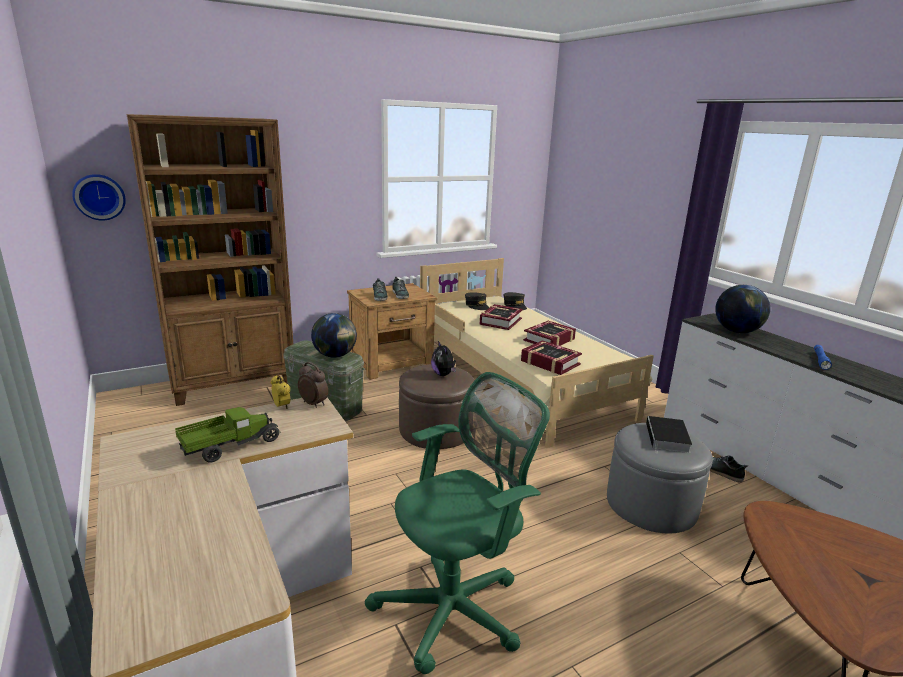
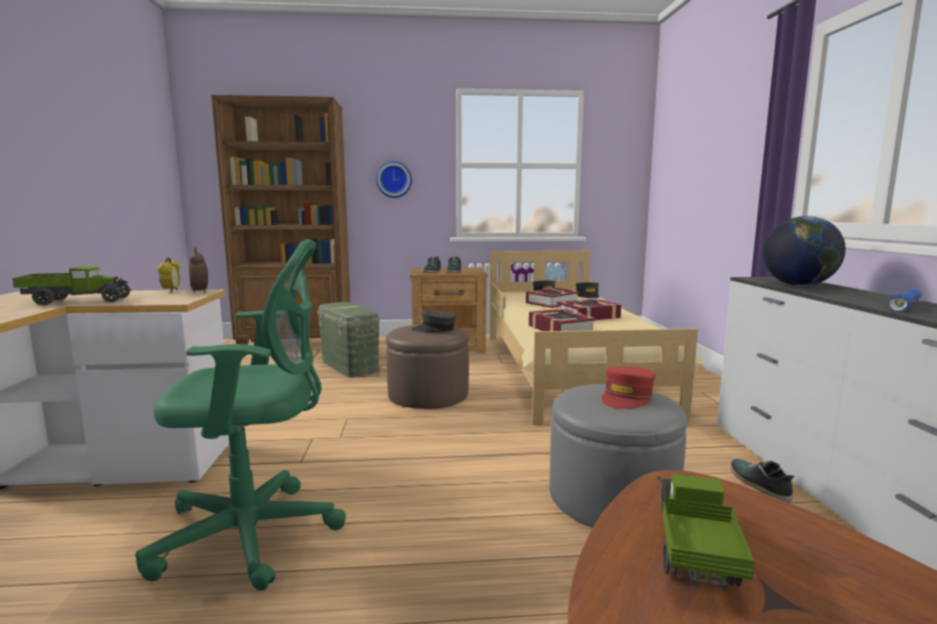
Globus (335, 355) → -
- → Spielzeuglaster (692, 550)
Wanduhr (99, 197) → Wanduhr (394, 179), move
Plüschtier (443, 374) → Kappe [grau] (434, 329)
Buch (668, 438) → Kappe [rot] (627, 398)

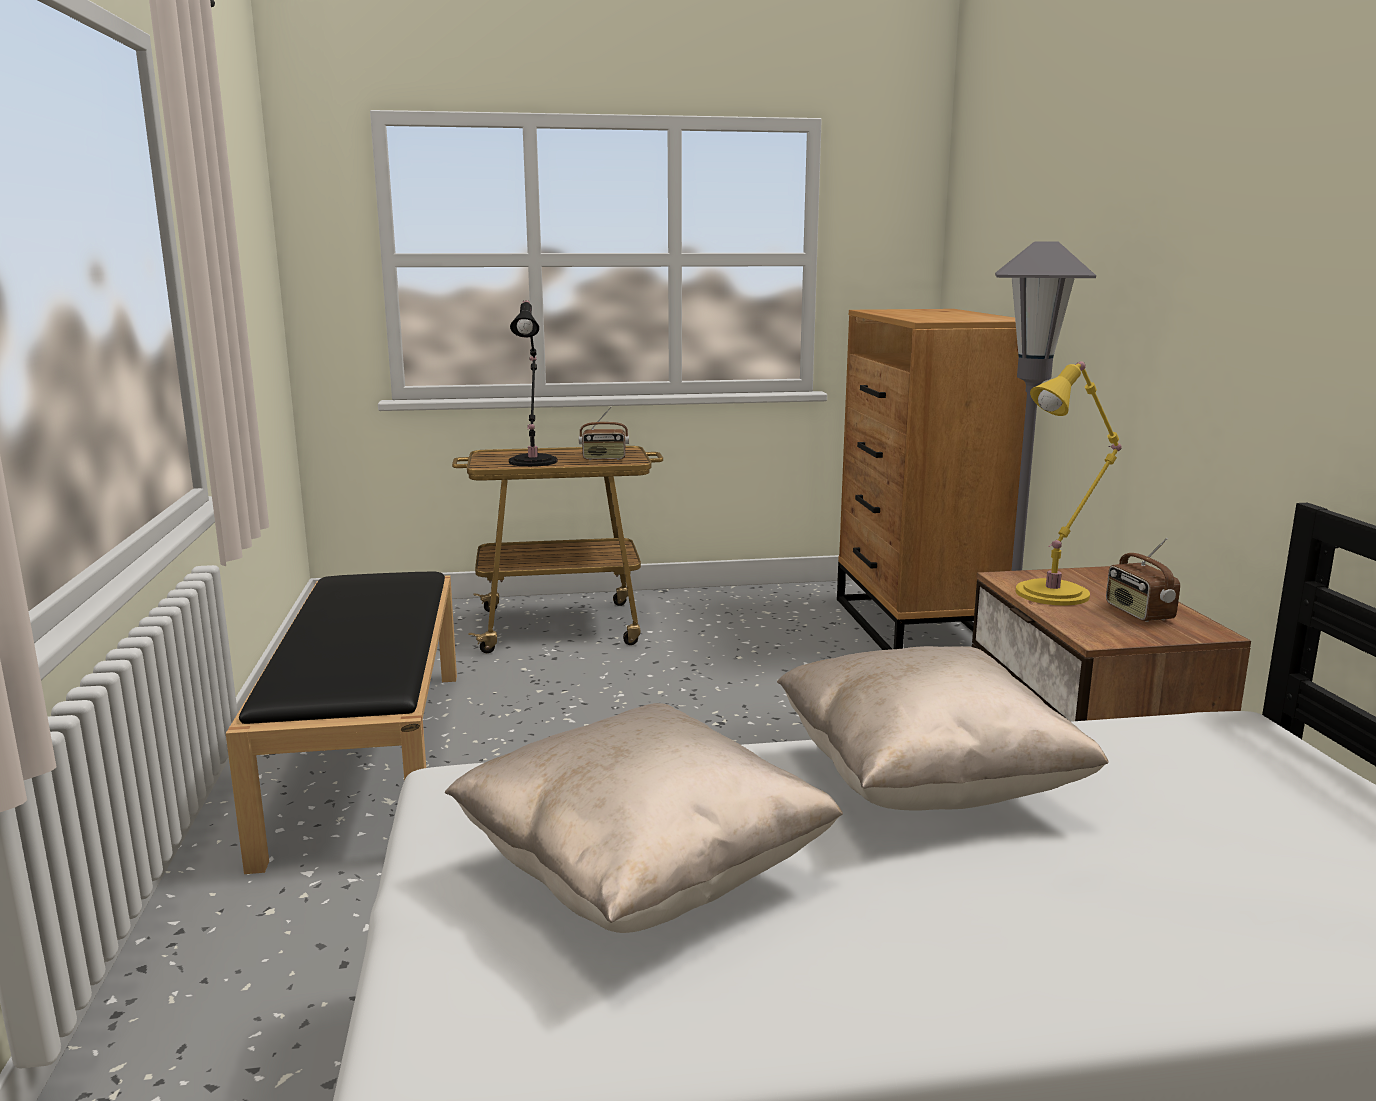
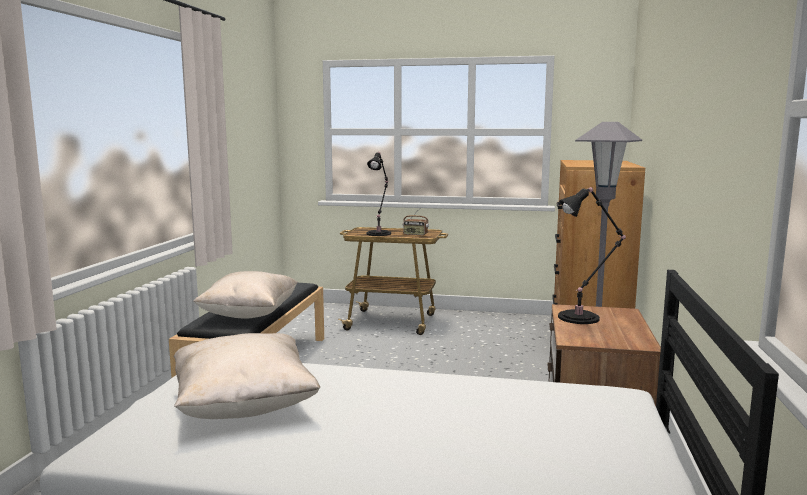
Radio (1138, 613) → -
Kissen [beige] (925, 782) → Kissen [beige] (249, 315), move
Tischlampe [gelb] (1057, 593) → Tischlampe [schwarz] (582, 317)

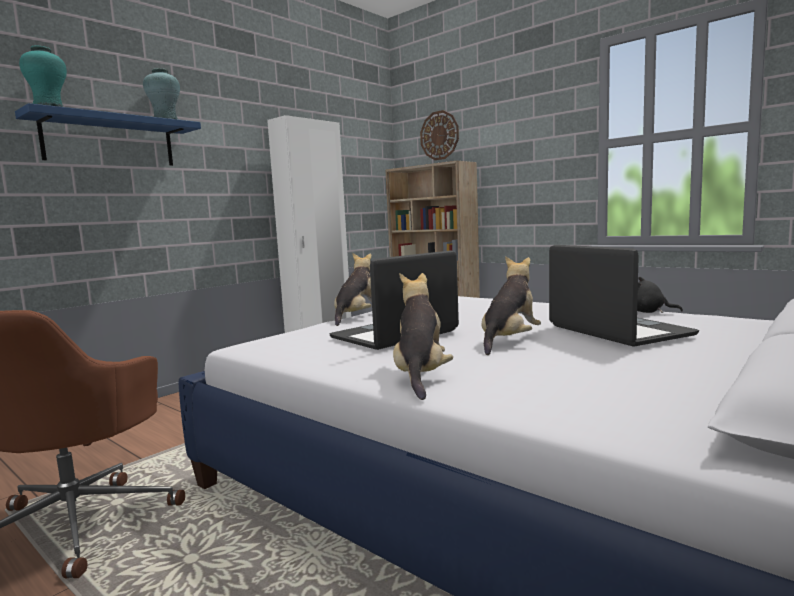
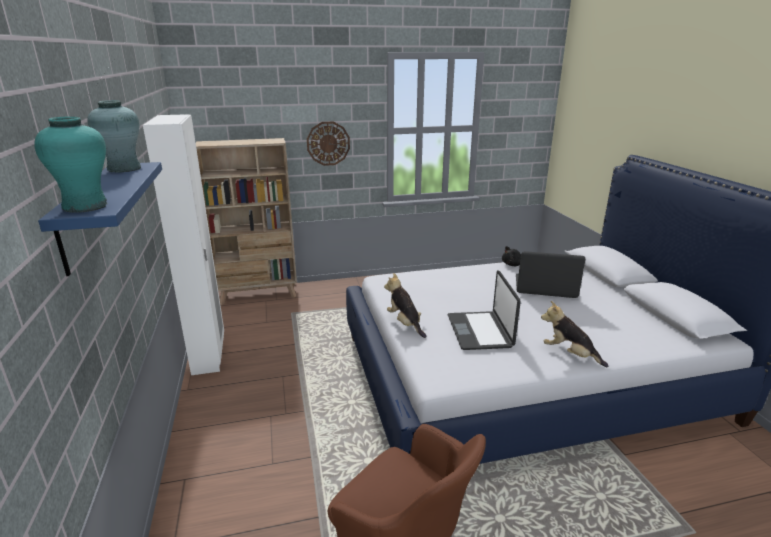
Plüschtier (509, 341) → -
Wanduhr (439, 135) → Wanduhr (328, 143), move

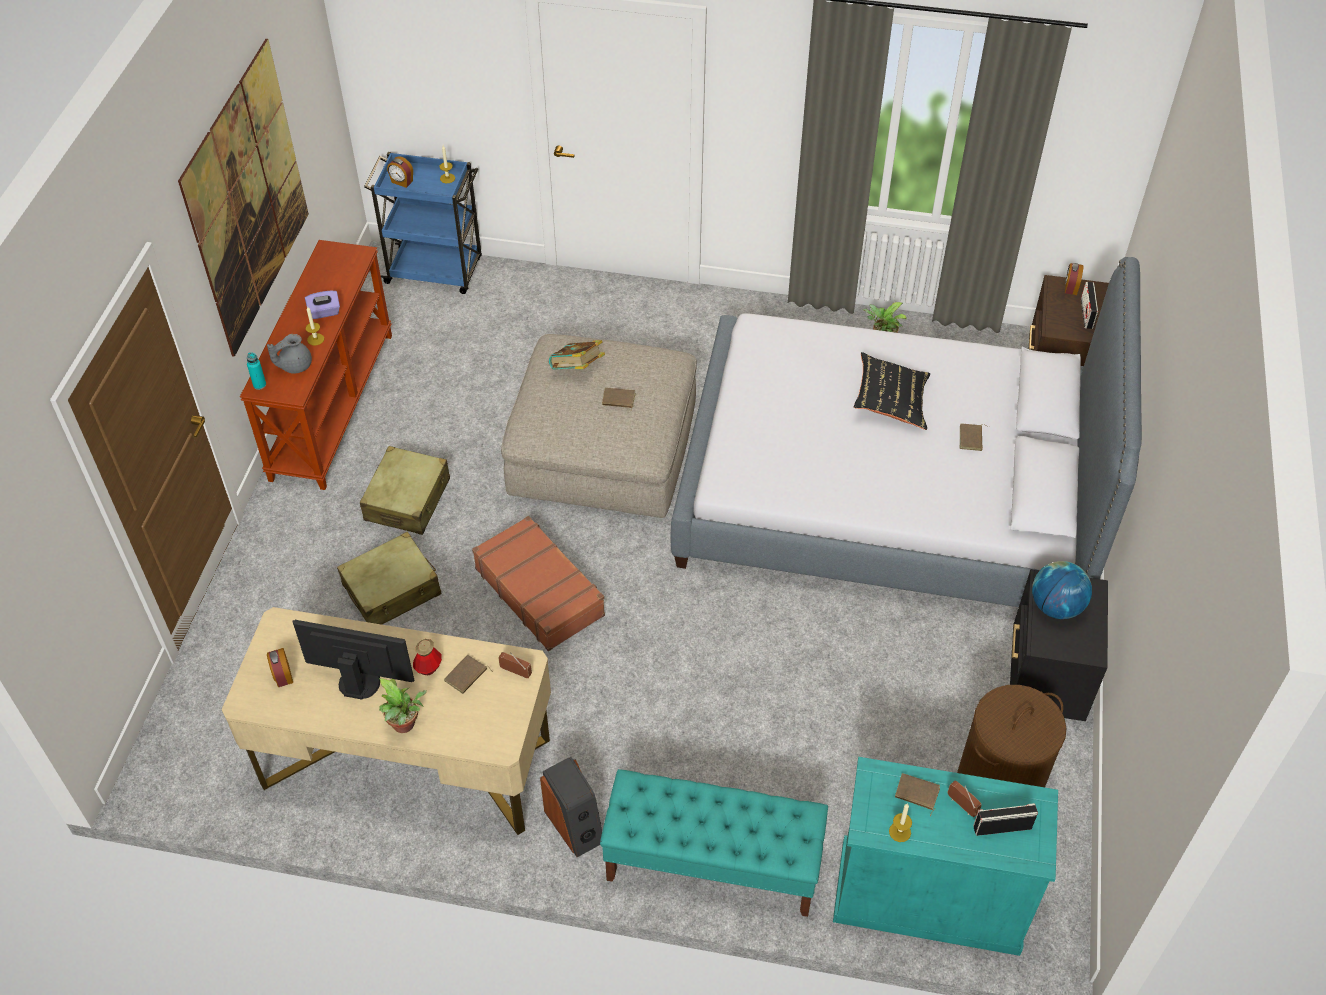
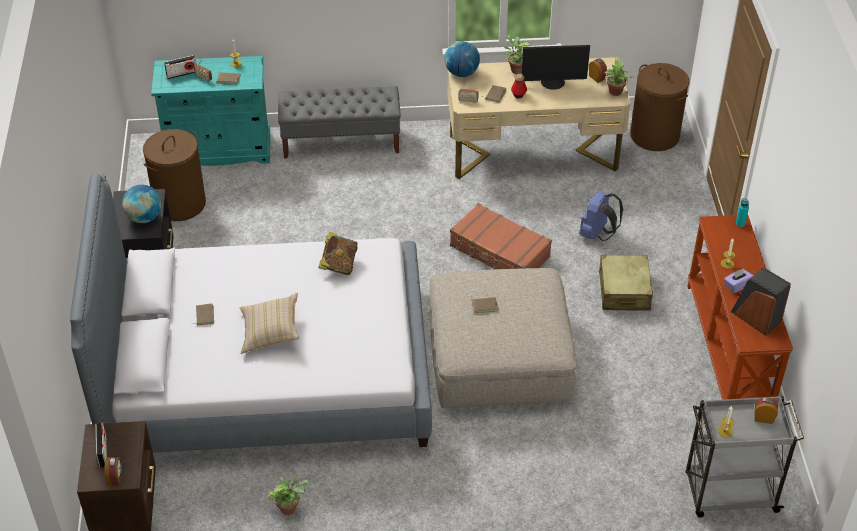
Bild (248, 199) → -
Teekanne [grau] (294, 365) → -
- → Globus (461, 73)
- → Topfpflanze (615, 93)
- → Wäschekorb [braun] (655, 136)
Lautsprecher (575, 825) → Lautsprecher (756, 317), move
Buch (577, 370) → Buch (338, 265), move
Koffer [beige] (392, 590) → Rucksack [blau] (597, 234)
Rollwagen [blau] (436, 271) → Rollwagen [grau] (729, 493)
Bank [türkis] (711, 864) → Bank [grau] (341, 141)
Kissen [schwarz] (890, 402) → Kissen [beige] (270, 331)

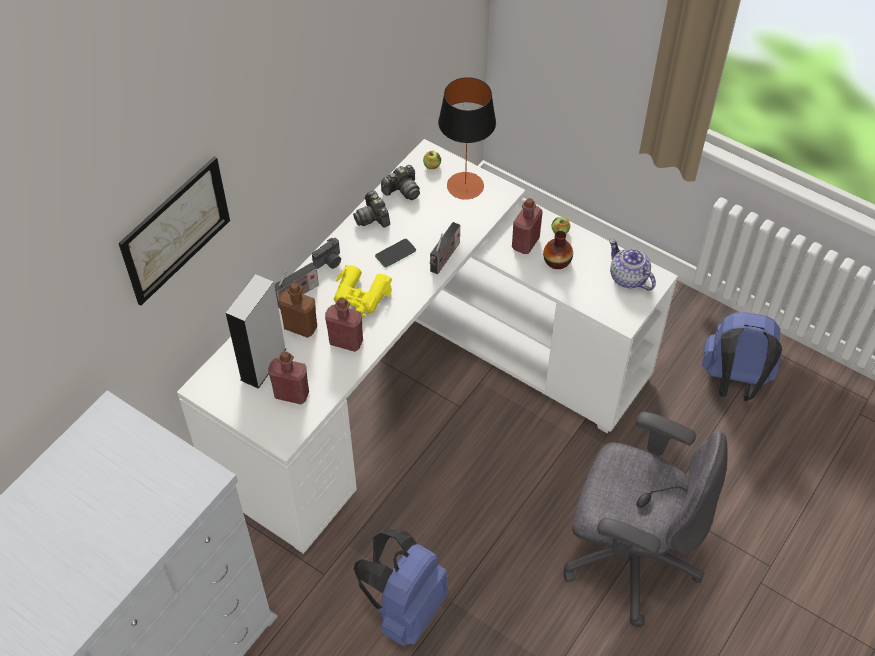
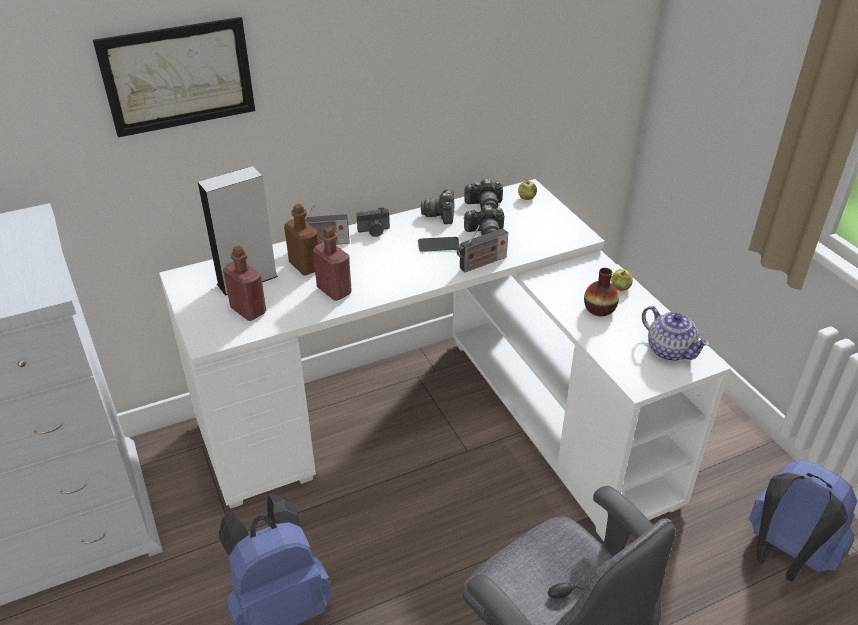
Fernglas [gelb] (360, 298) → -
Tischlampe (465, 185) → -
Flasche [rot] (525, 243) → -
- → Kamera (485, 233)
Teekanne (628, 278) → Teekanne (669, 350), 150 degrees clockwise

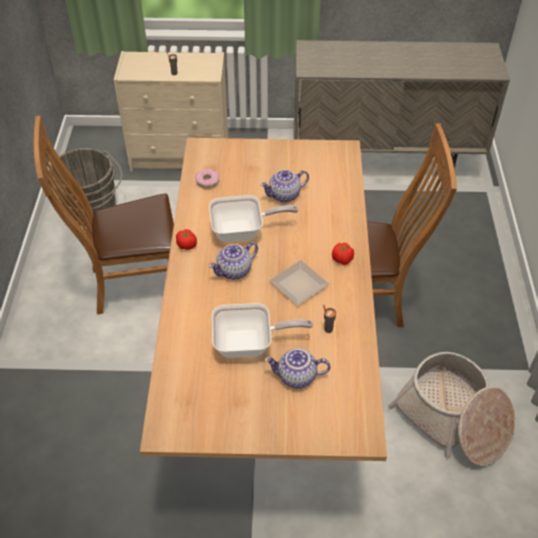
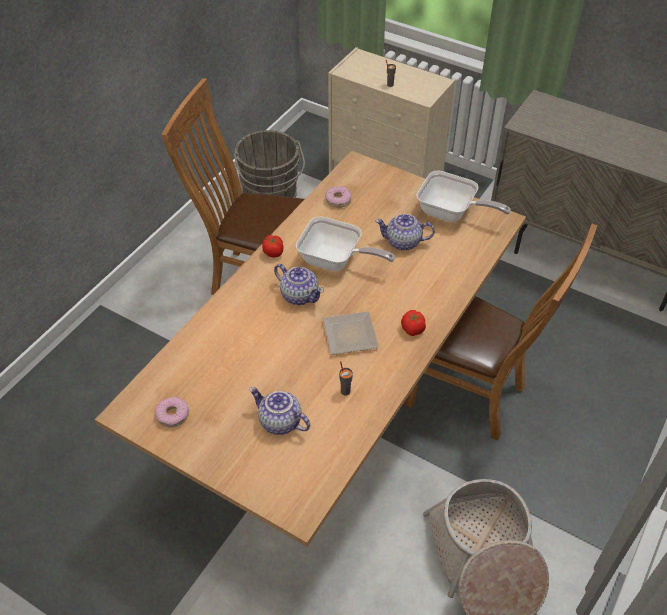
- → Donut (173, 415)
Pfanne (249, 344) → Pfanne (451, 213), move
Teekanne (235, 271) → Teekanne (299, 295), 135 degrees counterclockwise

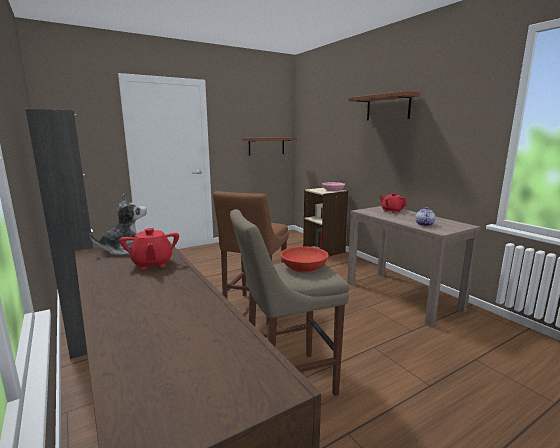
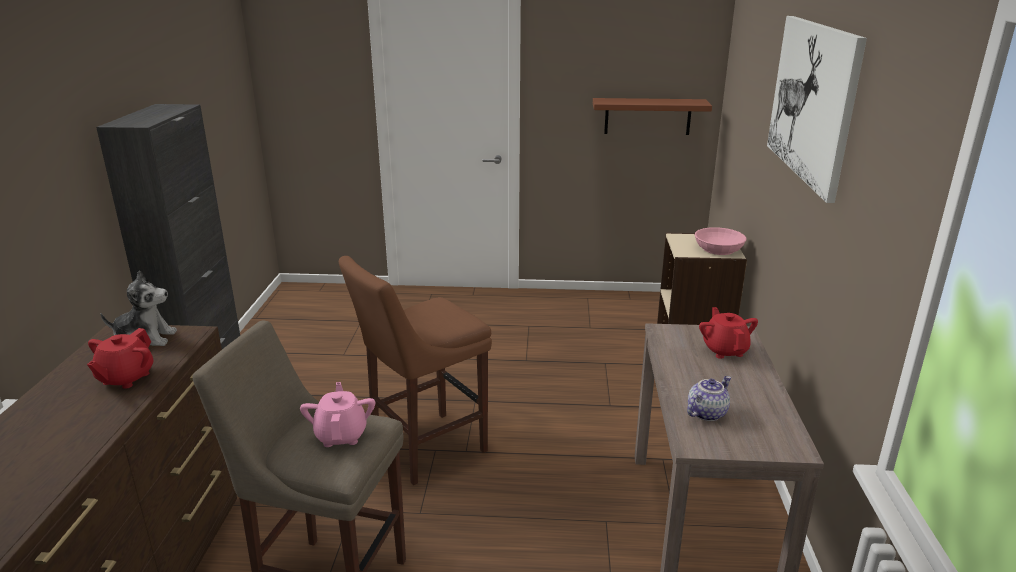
Schüssel [rot] (304, 266) → Teekanne [rosa] (341, 435)
Wandregal [braun] (388, 107) → Bild (812, 101)

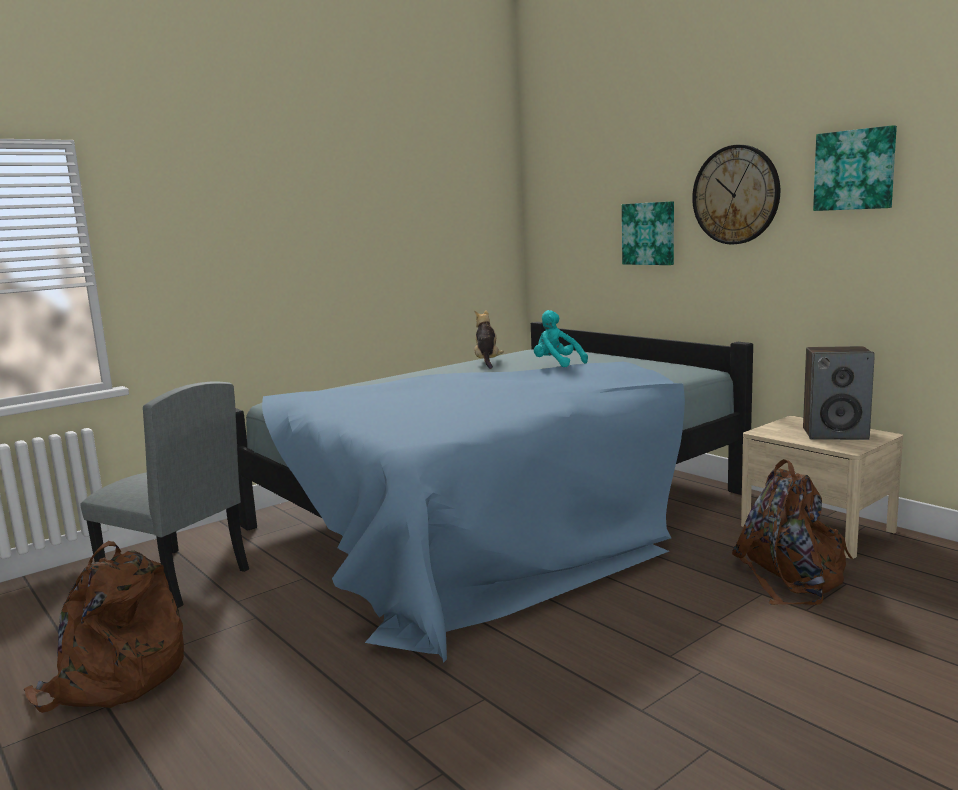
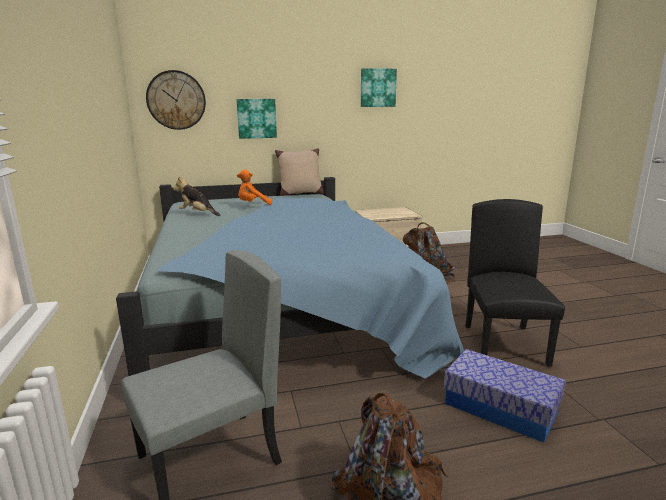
Lautsprecher (835, 434) → -
- → Kissen [beige] (300, 193)
- → Aufbewahrungsbox (500, 408)
- → Stuhl [schwarz] (505, 344)
Wanduhr (736, 195) → Wanduhr (176, 100), move
Plüschtier [türkis] (556, 364) → Plüschtier [orange] (253, 205)

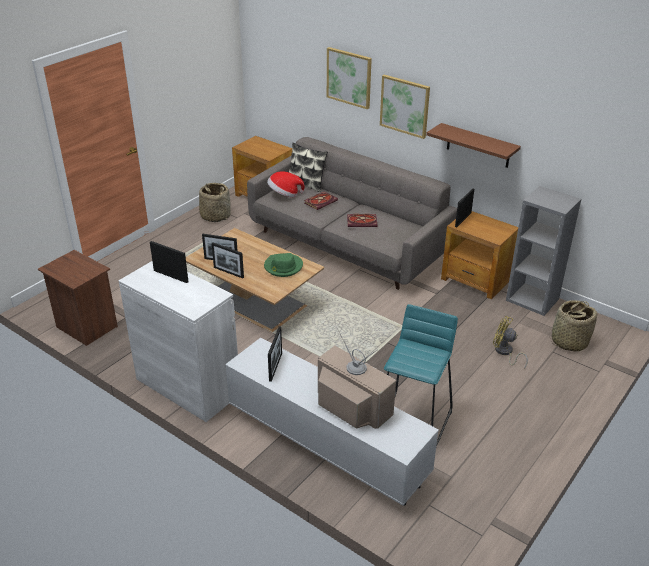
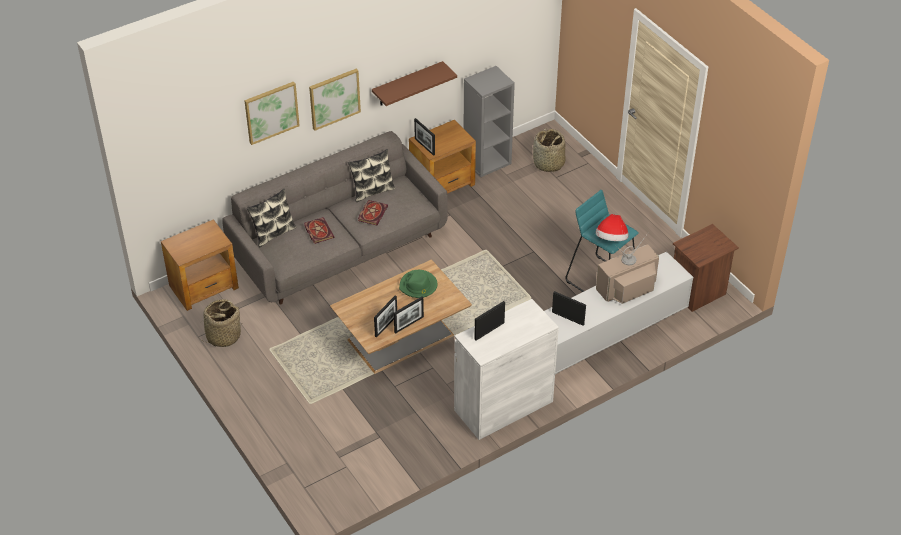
Ventilator [gelb] (505, 352) → -
- → Kissen (372, 191)
Nachttisch [braun] (86, 327) → Nachttisch [braun] (698, 292), move
Hut (284, 194) → Hut (611, 239), move

